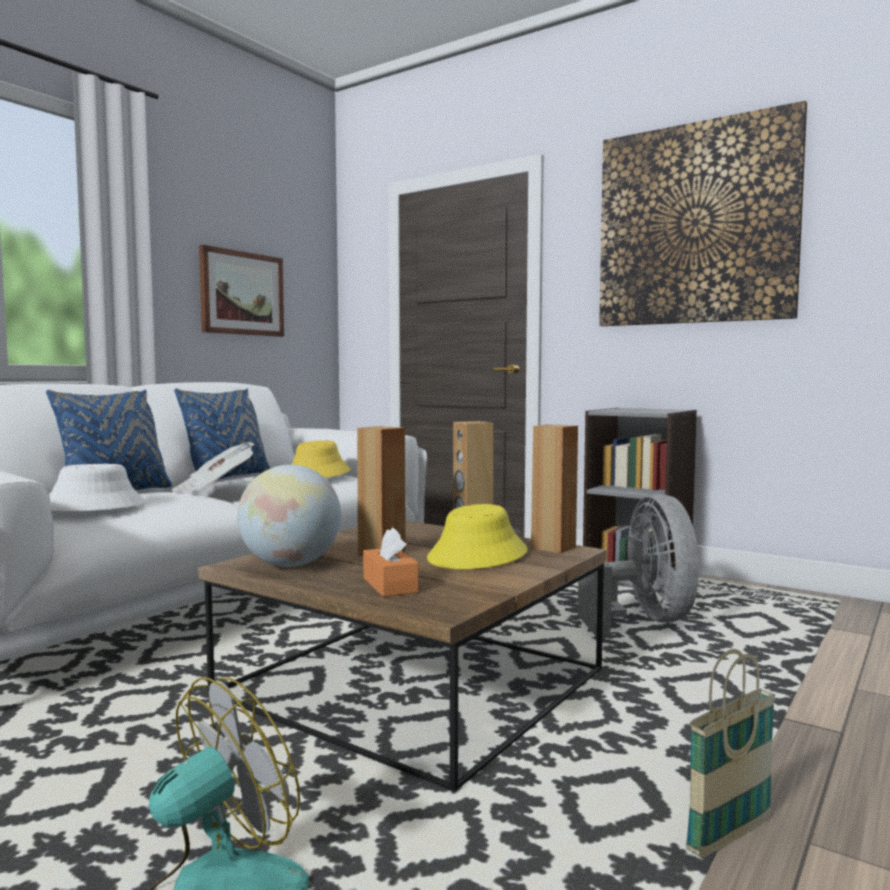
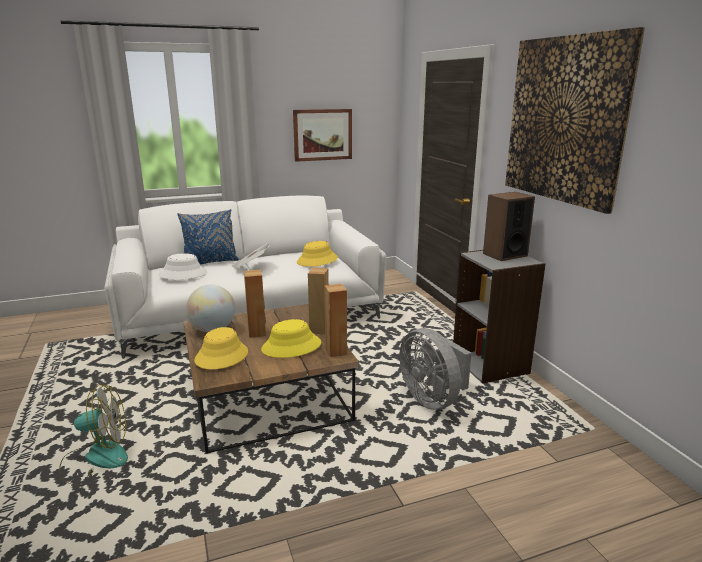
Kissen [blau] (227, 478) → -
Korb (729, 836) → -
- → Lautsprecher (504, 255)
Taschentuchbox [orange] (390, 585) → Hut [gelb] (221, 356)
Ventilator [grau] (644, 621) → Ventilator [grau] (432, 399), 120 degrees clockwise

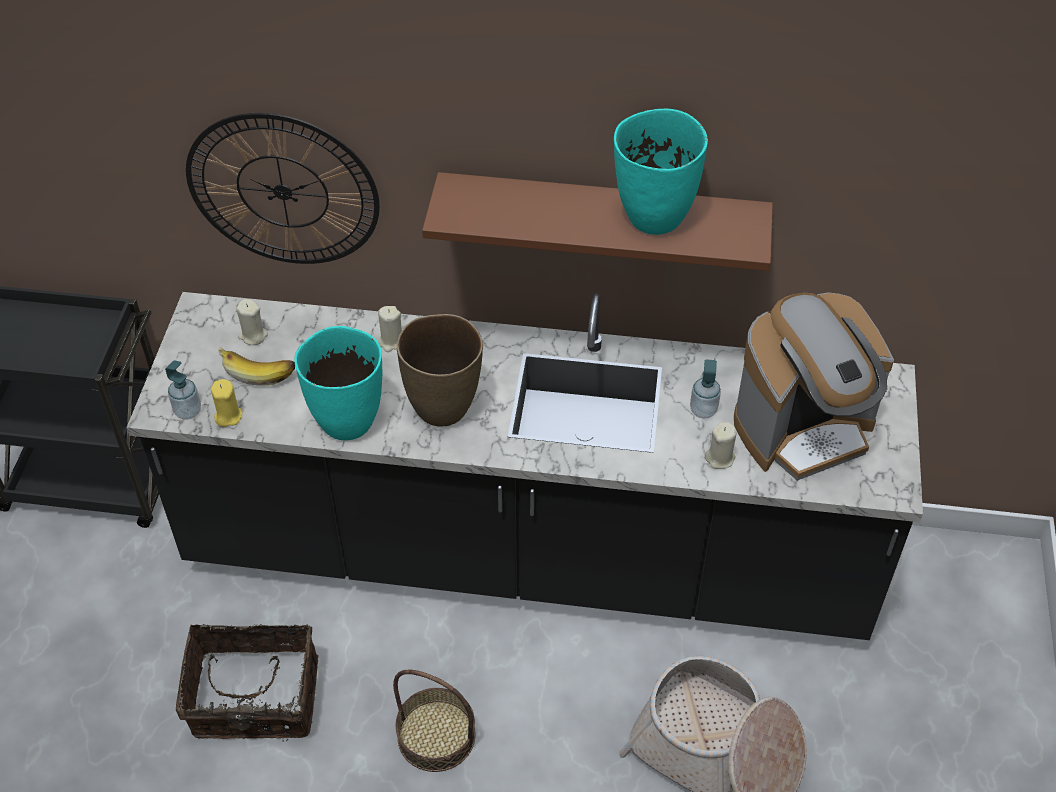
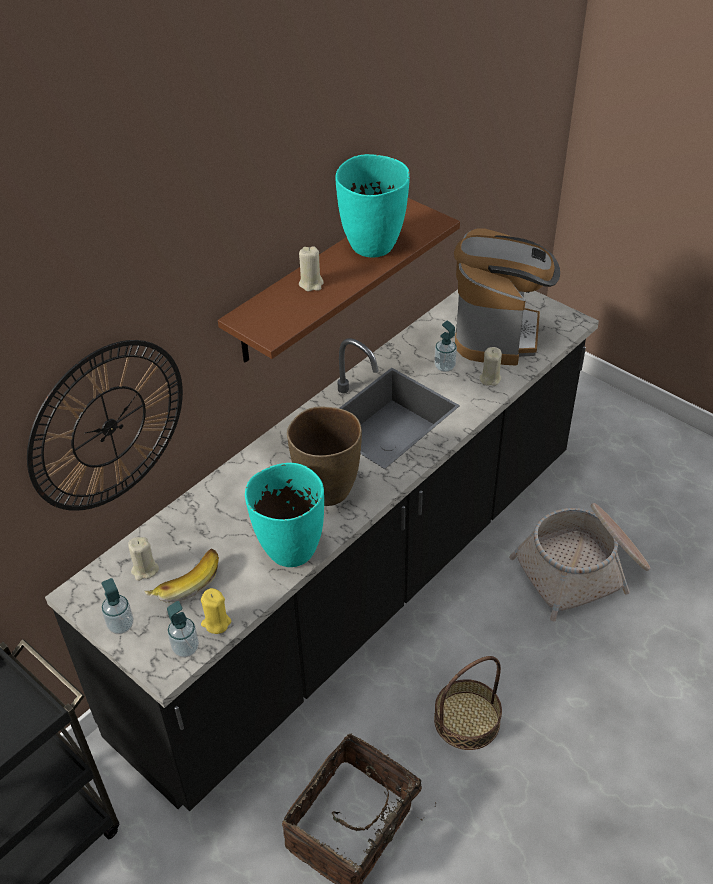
- → Seifenspender (121, 625)
Kerze [beige] (392, 341) → Kerze [beige] (311, 284), move

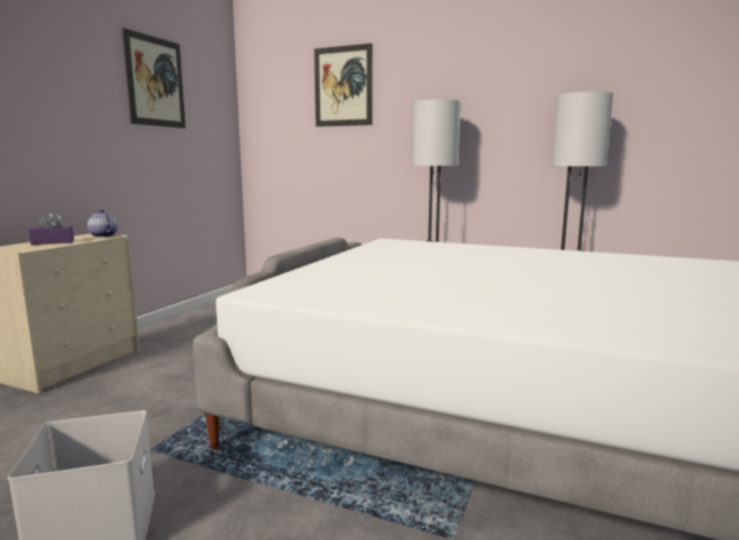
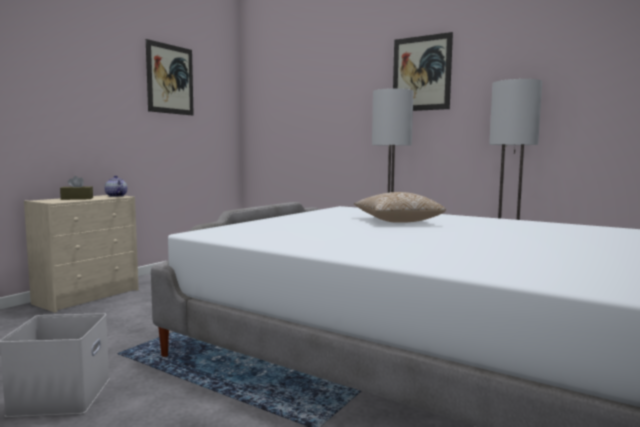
- → Kissen (397, 221)
Bild (343, 86) → Bild (421, 73), move
Taschentuchbox [lila] (53, 242) → Taschentuchbox [braun] (77, 198)

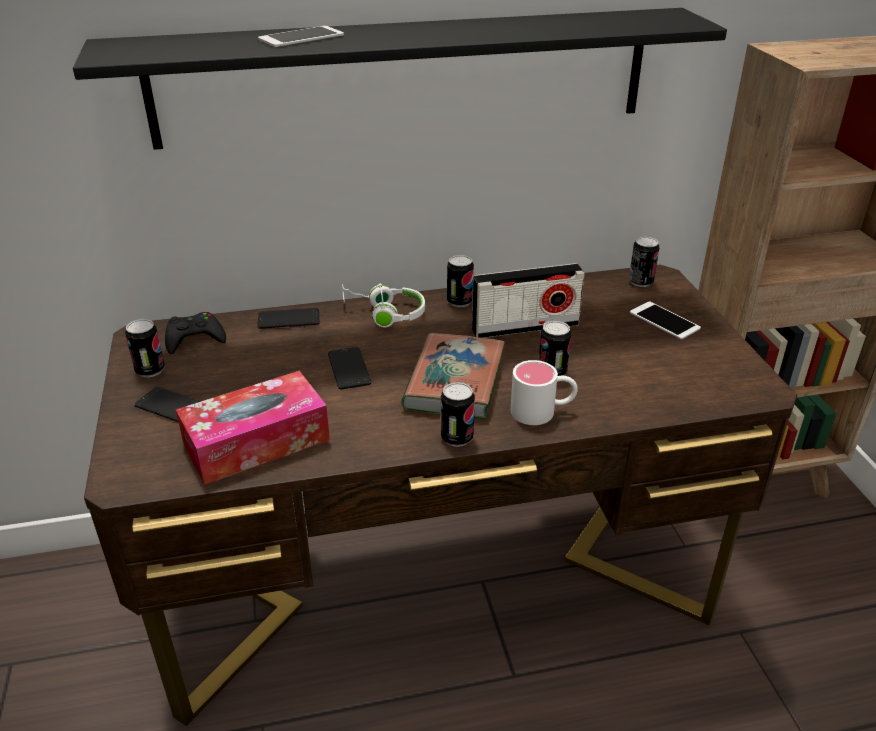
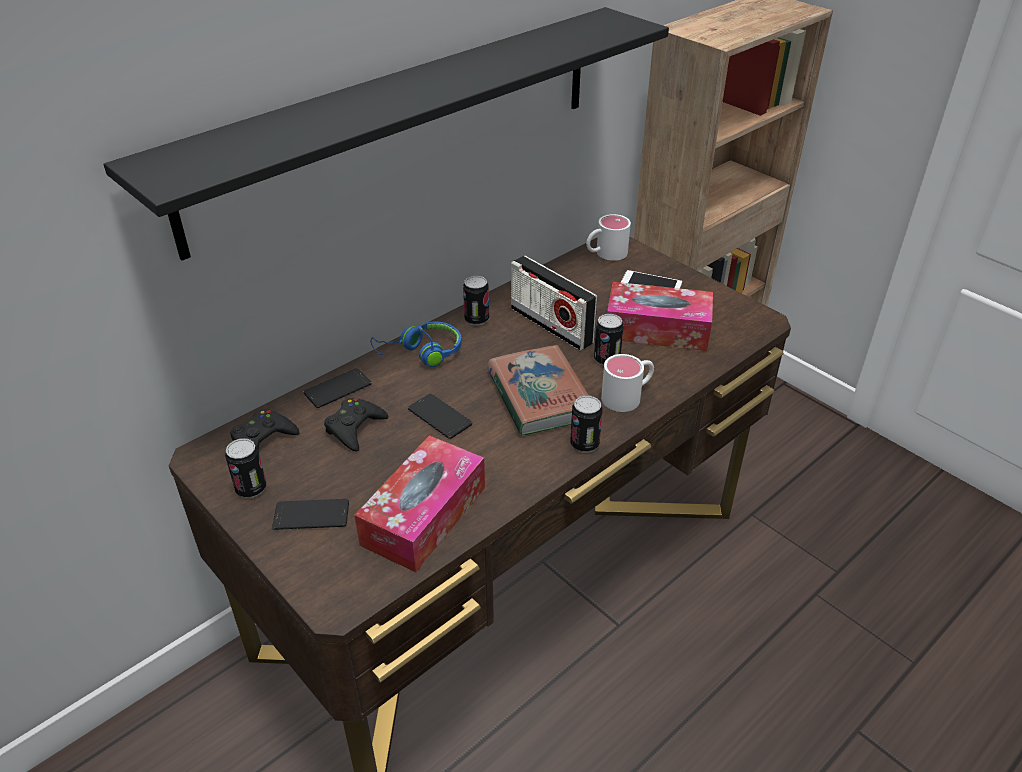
Handy (301, 37) → -
- → Gamepad [schwarz] (354, 428)
- → Taschentuchbox (657, 329)
Dose (640, 282) → Henkelbecher [weiß] (605, 254)
Kopfhörer [weiß] (384, 313) → Kopfhörer [blau] (421, 353)
Radio (525, 327) → Radio (551, 325), 90 degrees clockwise

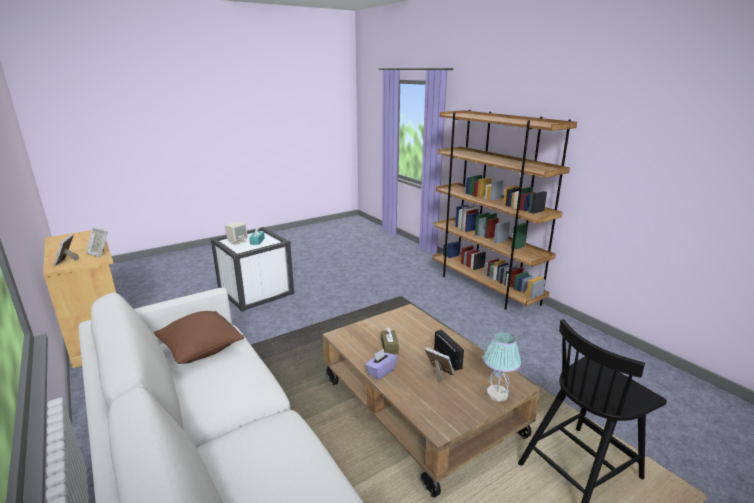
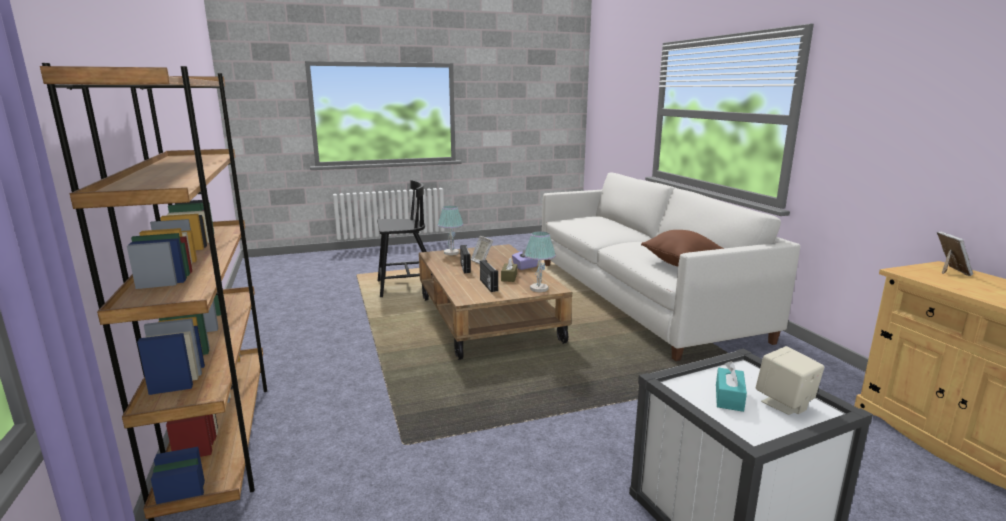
Bilderrahmen (99, 254) → -
- → Radio (488, 285)
- → Tischlampe (539, 288)

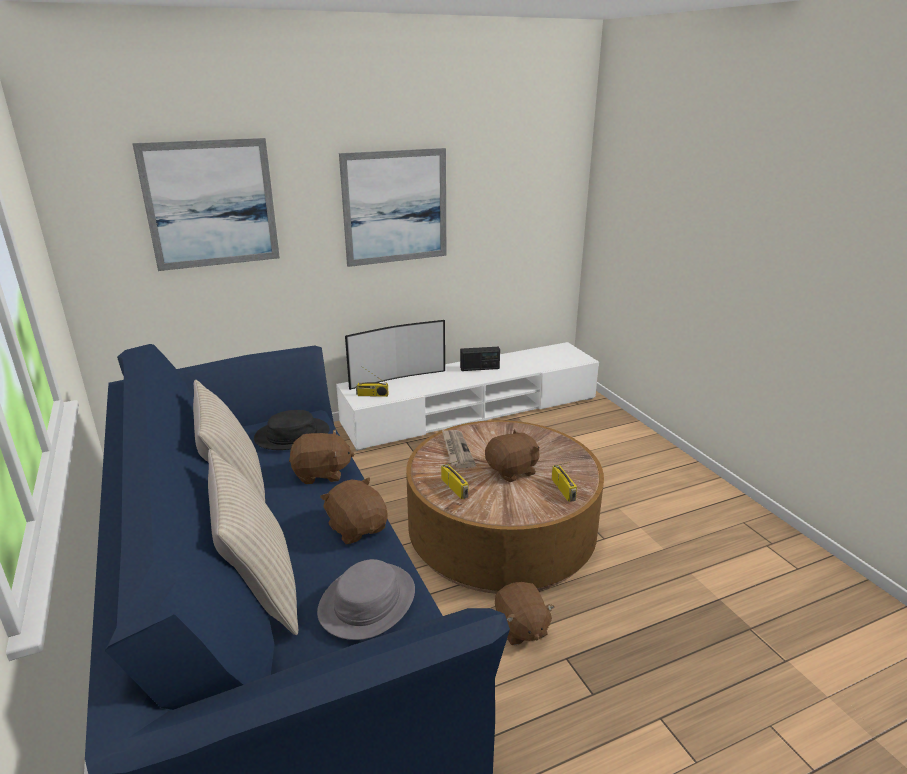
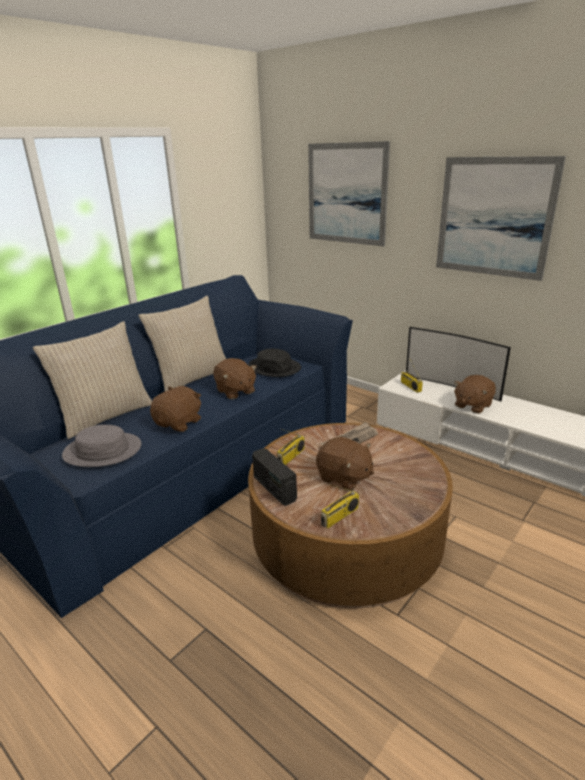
Radio (479, 368) → Radio (274, 488), move
Plüschtier [braun] (521, 628) → Plüschtier [braun] (472, 405), move

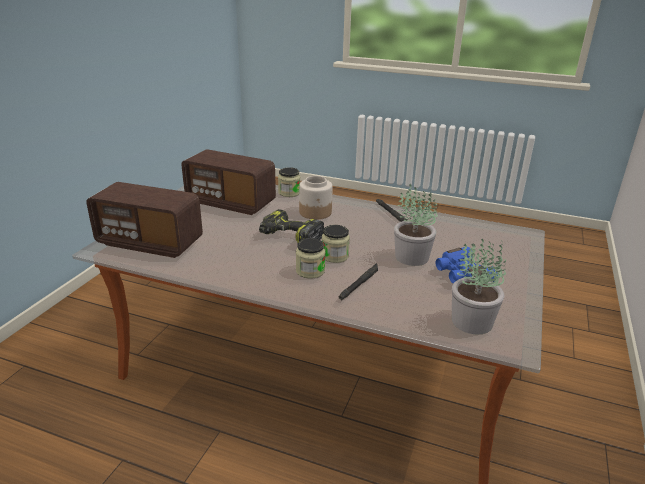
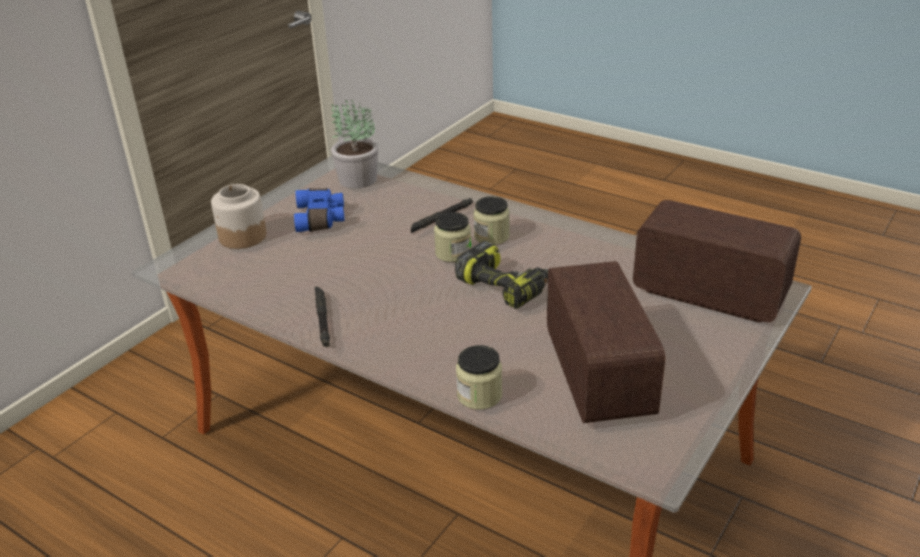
Topfpflanze (411, 257) → -
Vorratsglas (315, 212) → Vorratsglas (242, 236), move
Radio (231, 202) → Radio (597, 375), 45 degrees clockwise

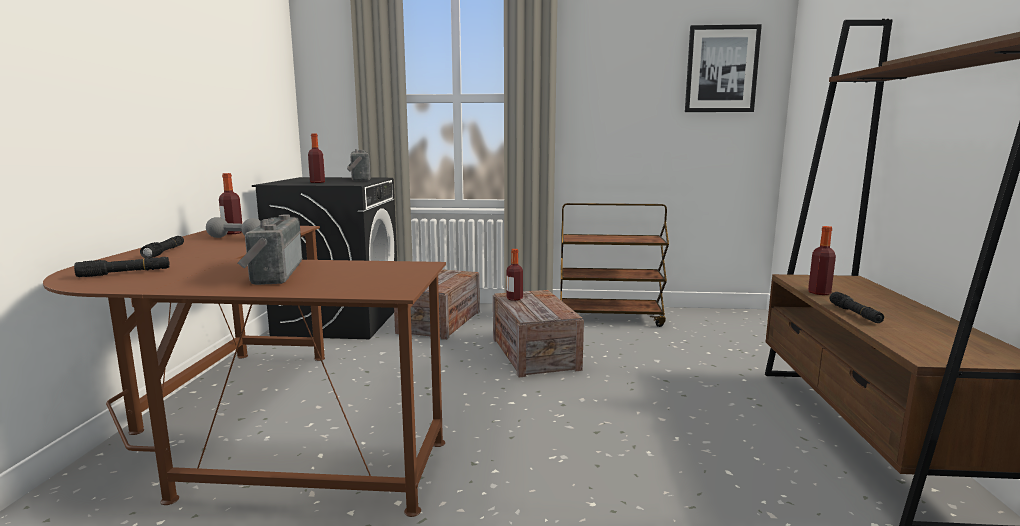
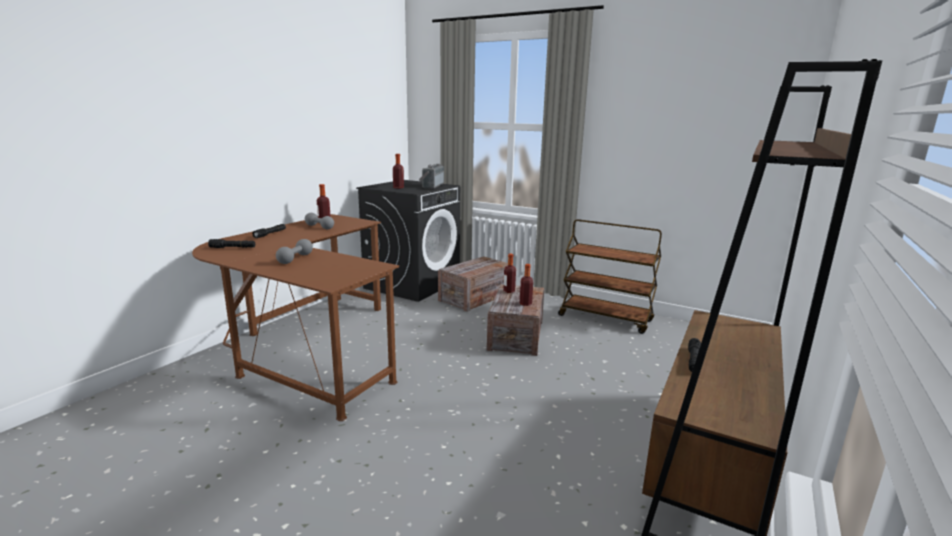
Bild (721, 69) → -
Flasche (819, 292) → Flasche (525, 304), move
Radio (272, 273) → Hantel [grau] (295, 259)

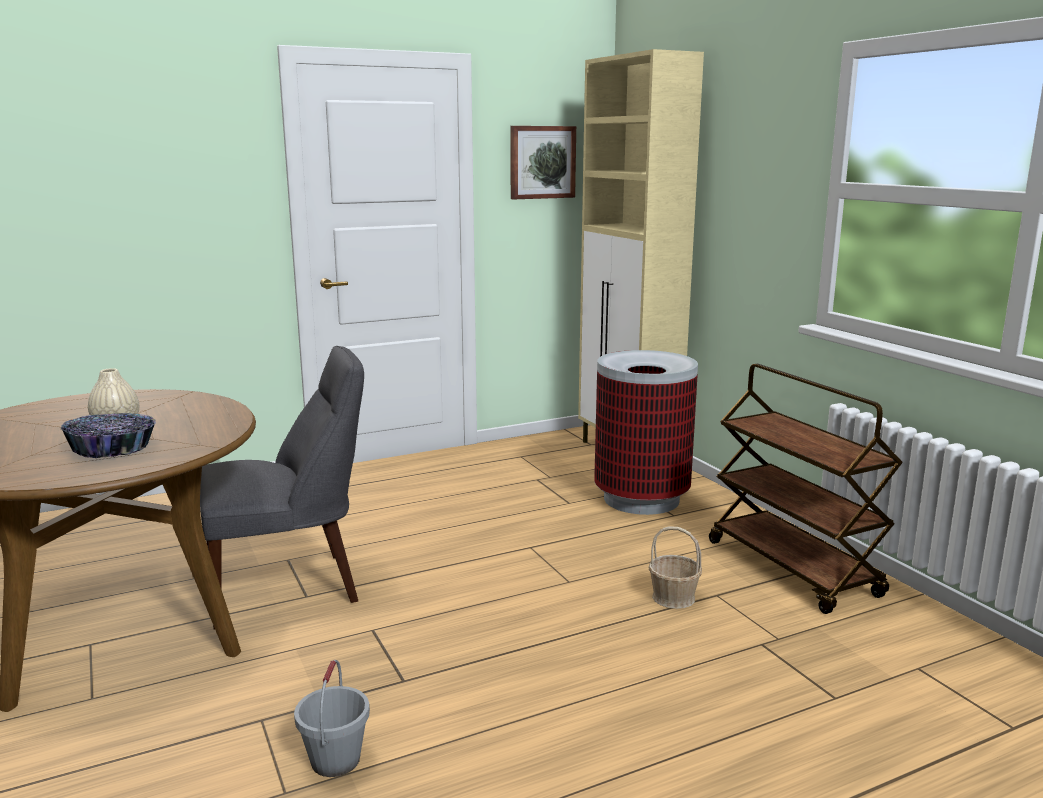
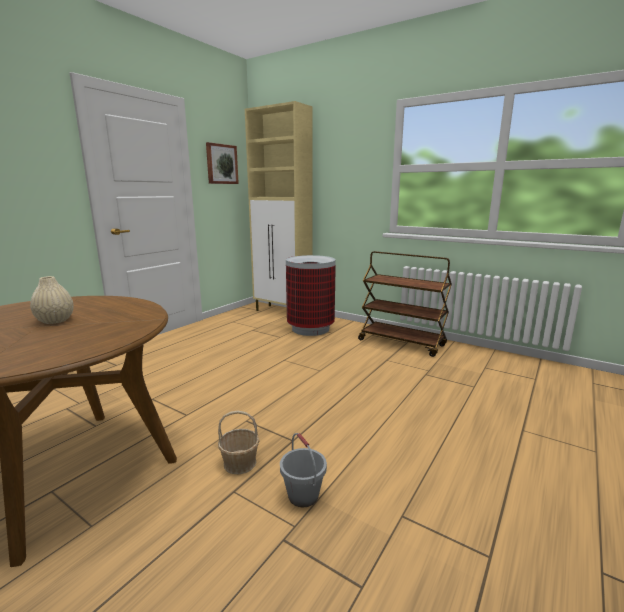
Schüssel (112, 450) → -
Stuhl [grau] (290, 587) → -
Korb (673, 598) → Korb (240, 463), move

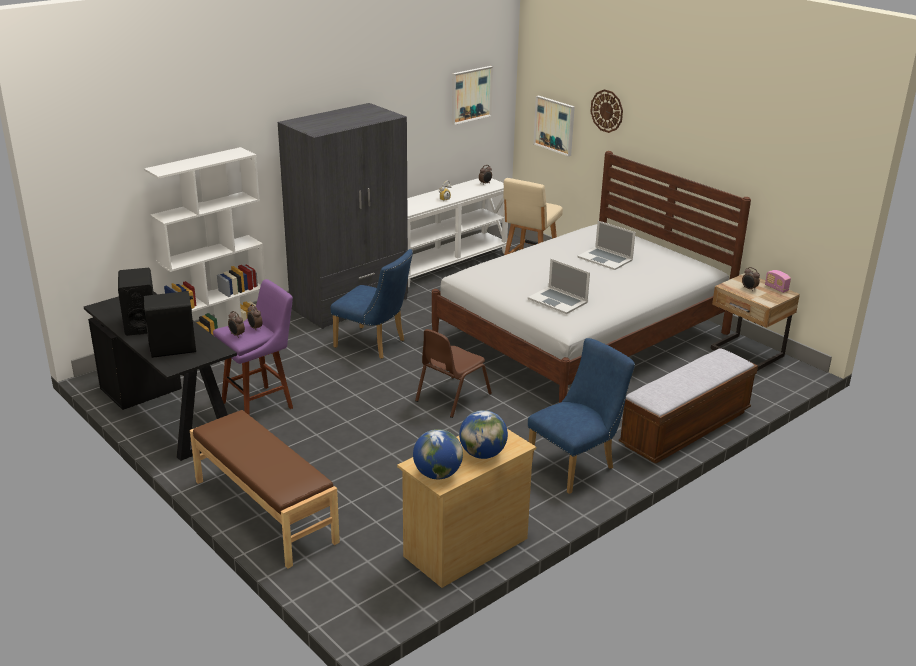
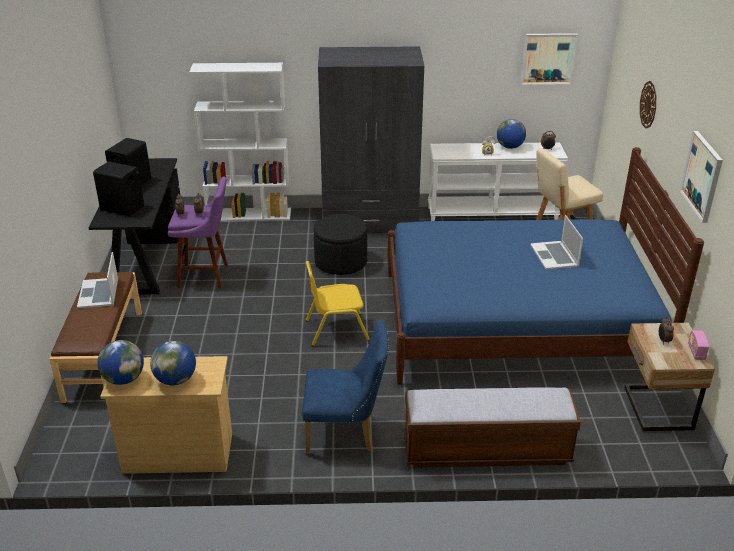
- → Globus (510, 147)
Laptop (558, 300) → Laptop (98, 293), move
Bild (554, 125) → Bild (702, 176), move
Stuhl [blau] (374, 345) → Polsterhocker [schwarz] (341, 262)
Stuhl [braun] (452, 397) → Stuhl [gelb] (336, 329)
Bett [weiß] (581, 336) → Bett [blau] (515, 323)

